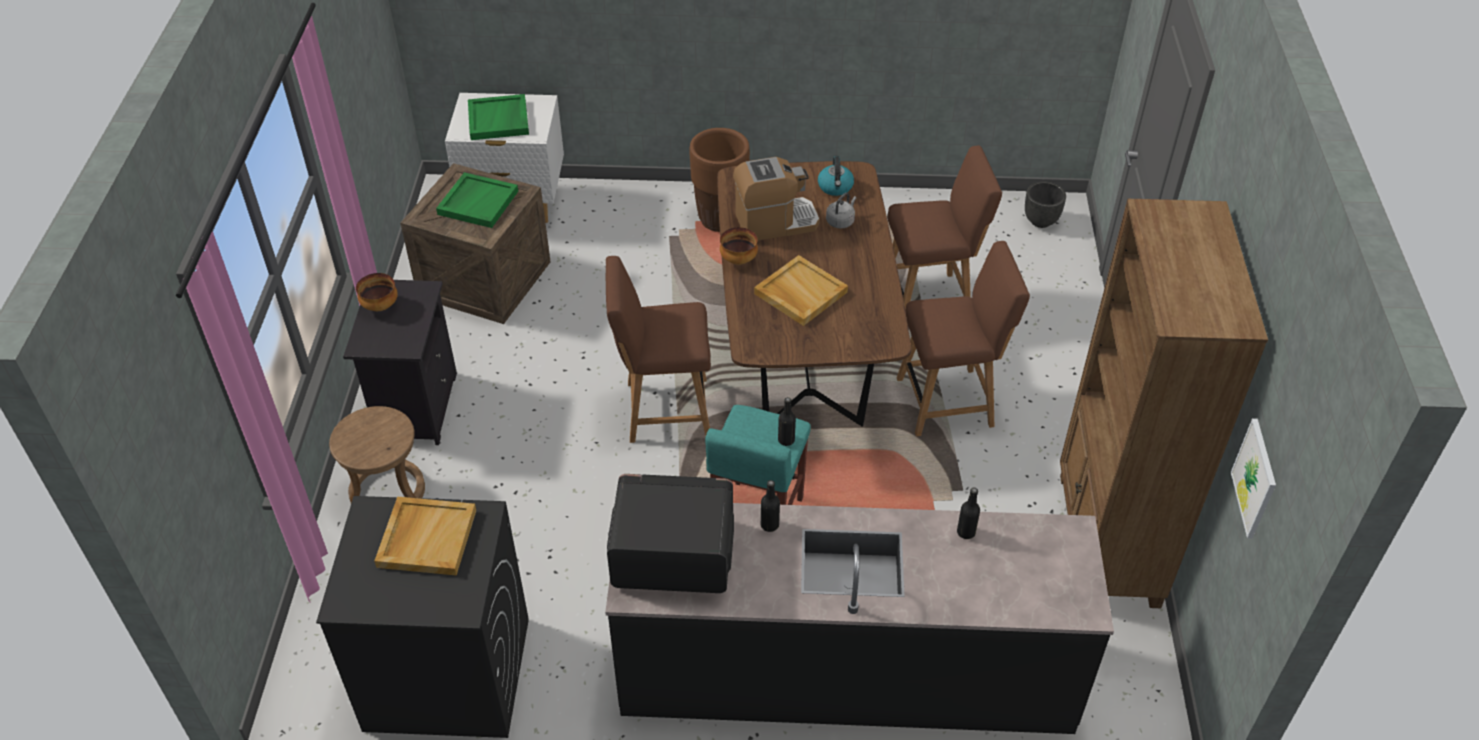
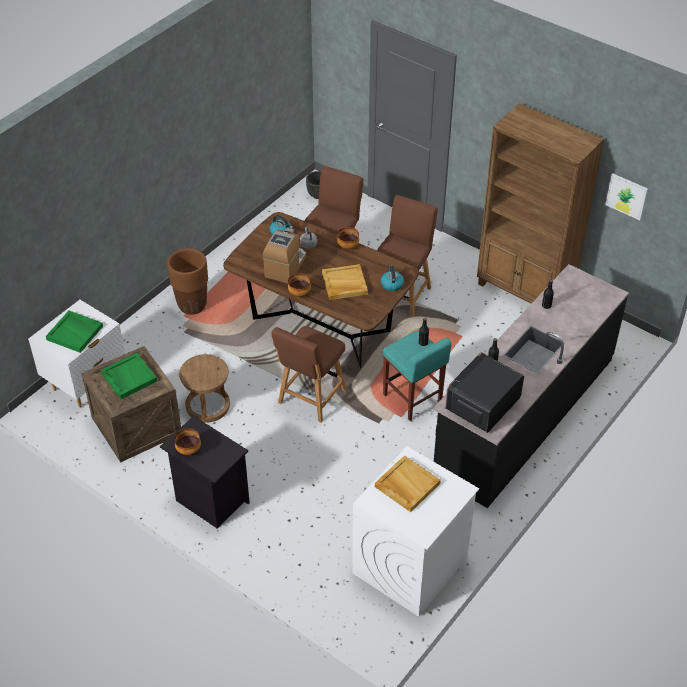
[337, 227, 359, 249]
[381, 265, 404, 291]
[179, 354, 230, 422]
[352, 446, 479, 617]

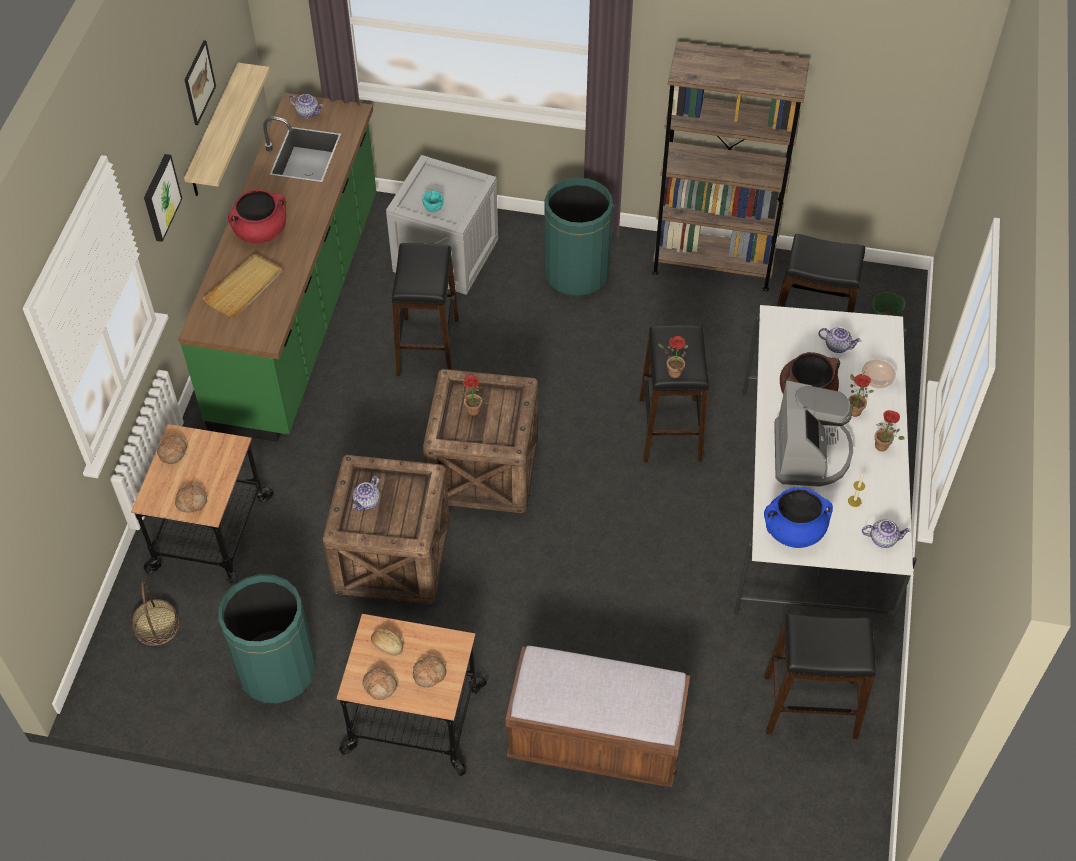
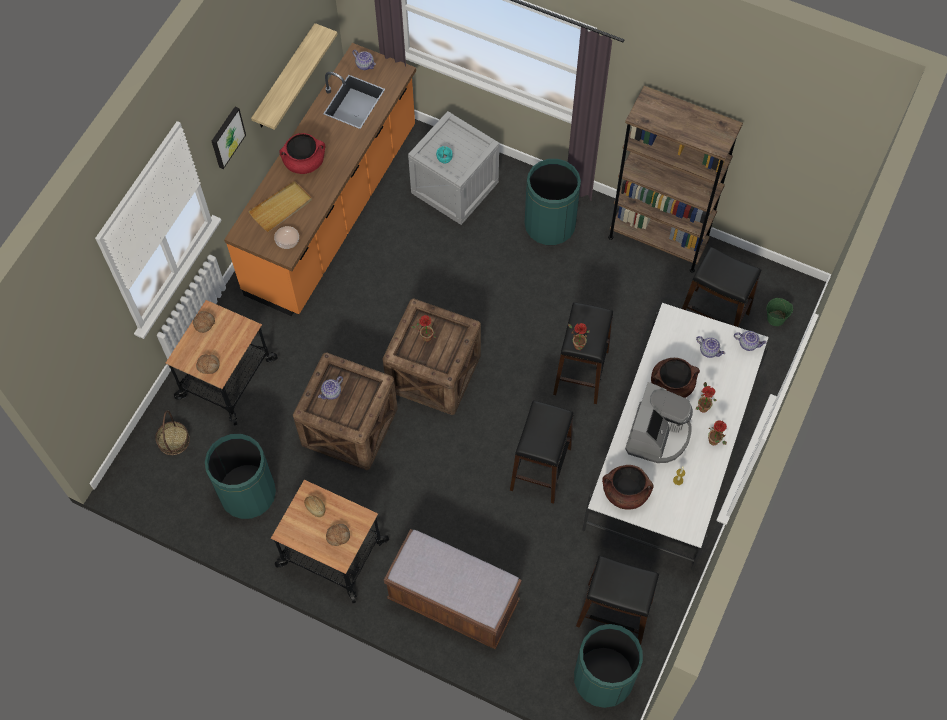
[184, 40, 216, 125] (first image)
[363, 667, 397, 700] (first image)
[574, 624, 643, 708]
[510, 401, 573, 504]
[274, 226, 299, 249]
[734, 331, 767, 351]
[224, 43, 416, 316]
[602, 465, 654, 510]

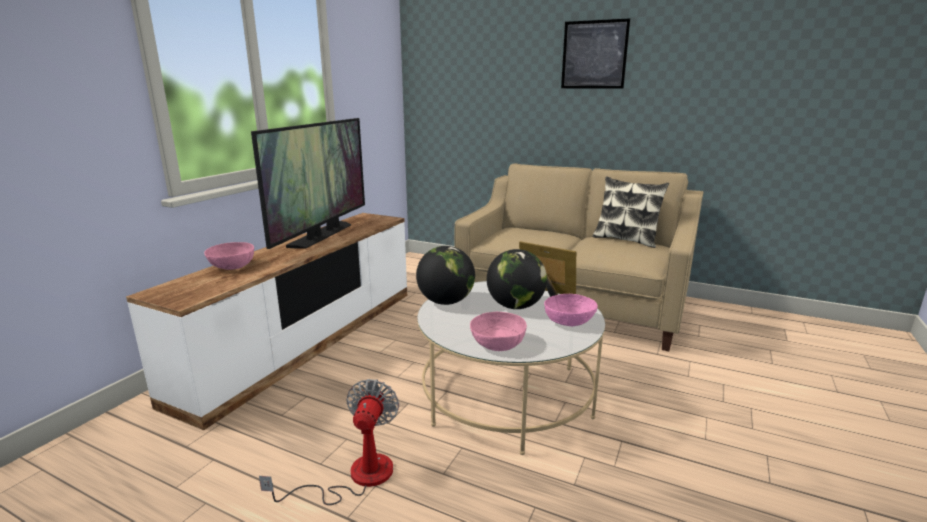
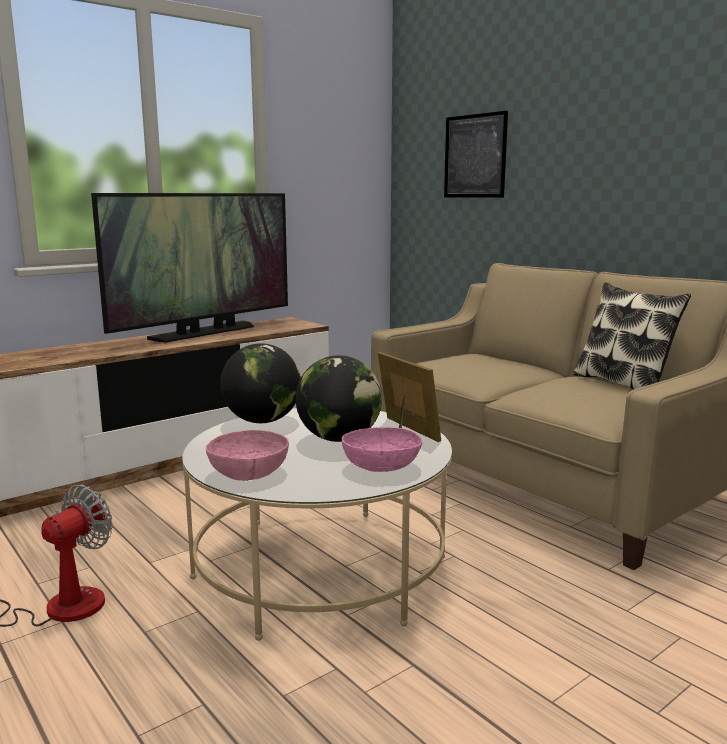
[204, 242, 254, 270] (first image)
[444, 111, 508, 198]

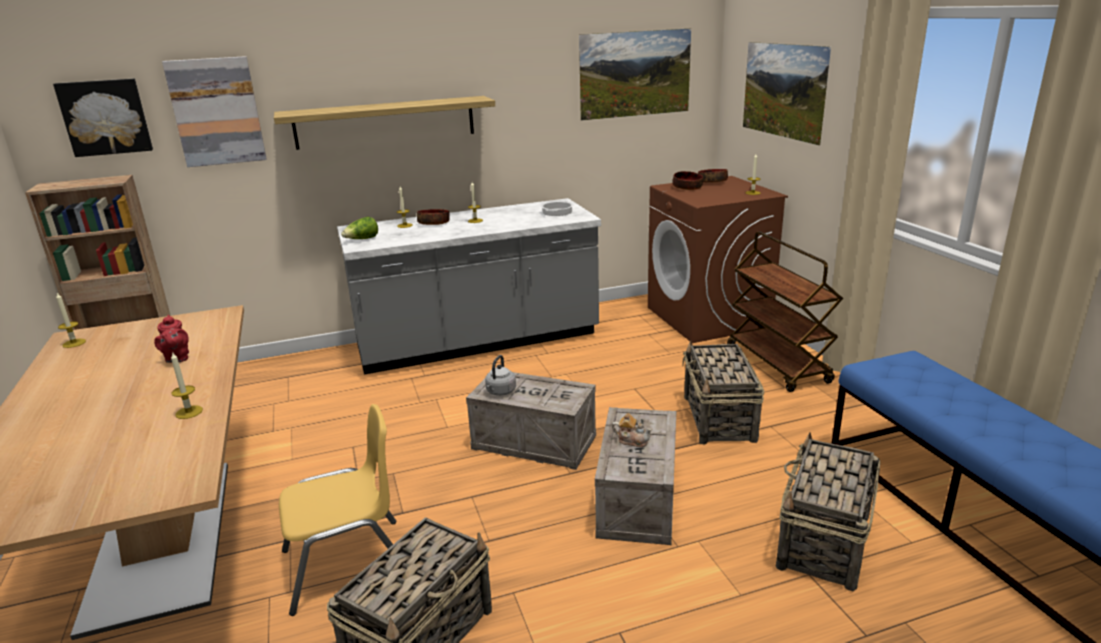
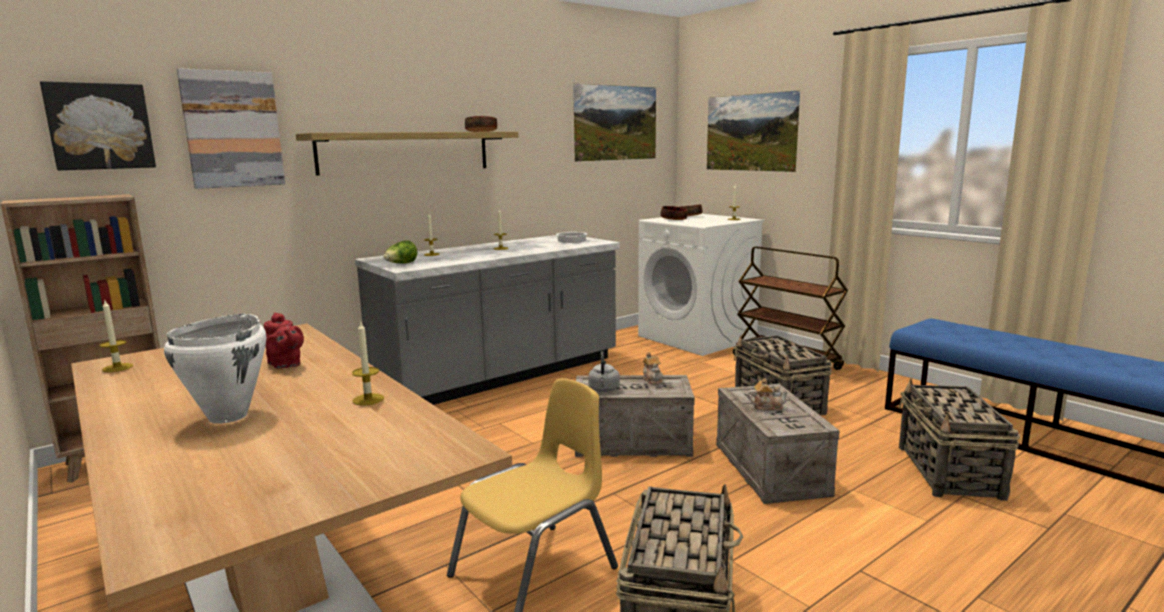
[164, 314, 266, 424]
[643, 352, 663, 384]
[465, 116, 497, 132]
[638, 214, 764, 356]

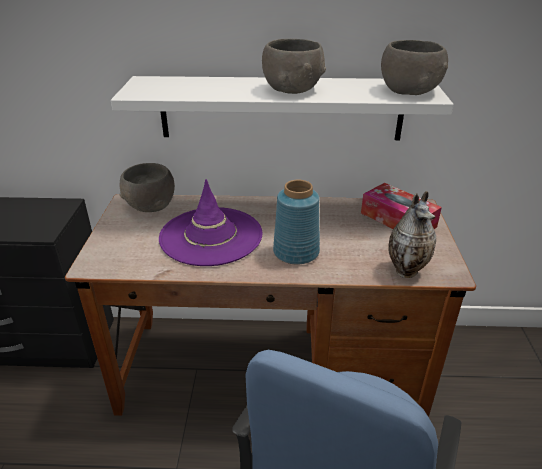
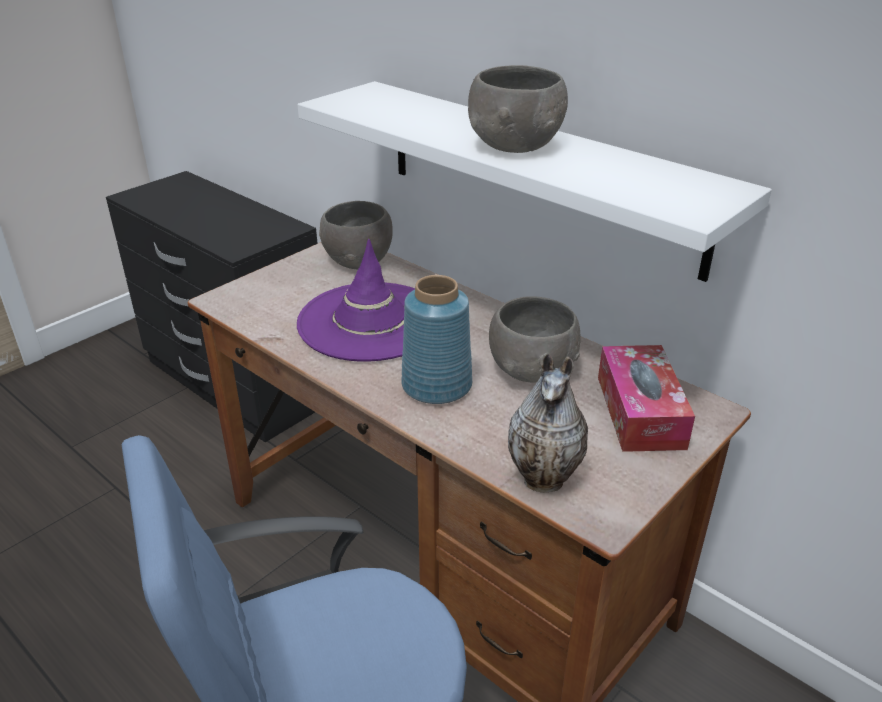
[489, 296, 581, 383]

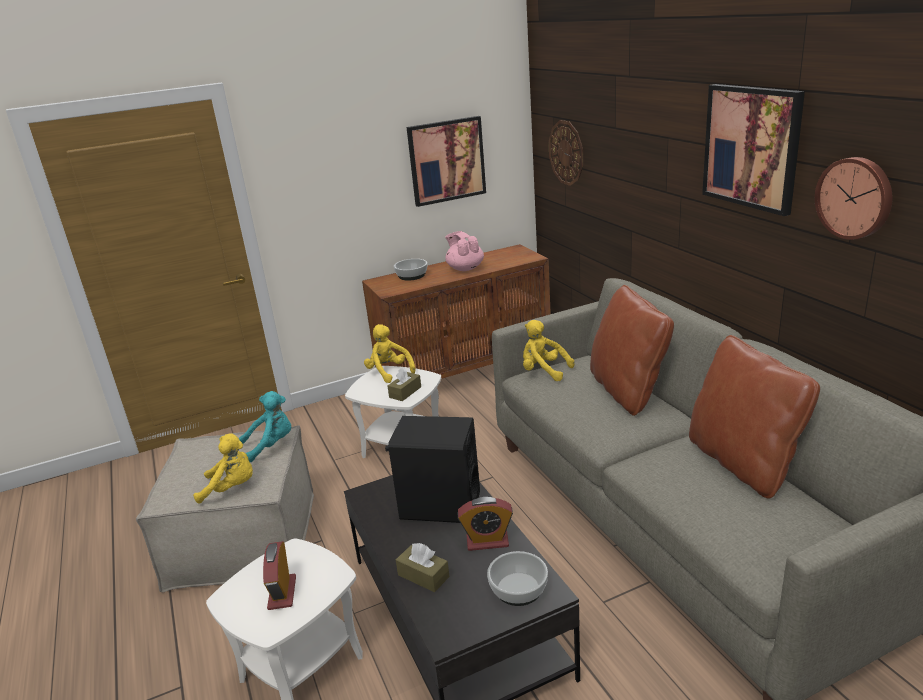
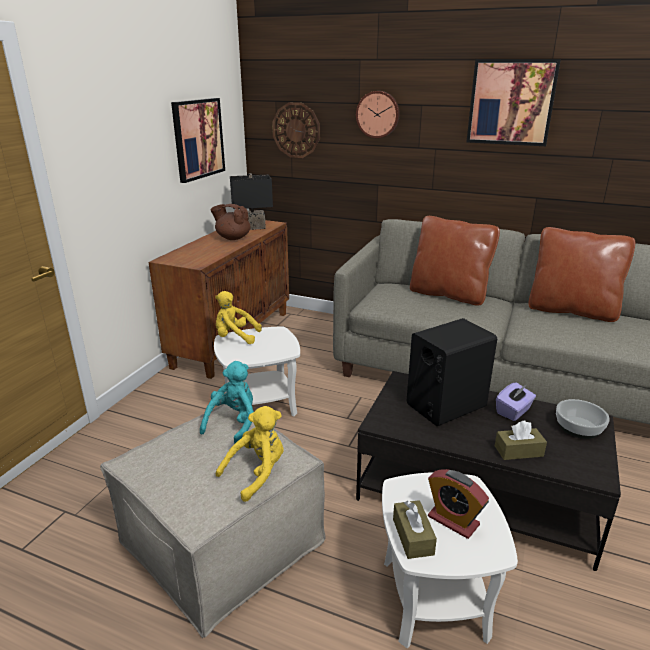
[394, 259, 427, 280] (first image)
[523, 320, 574, 381] (first image)
[230, 173, 273, 230]
[393, 500, 437, 559]
[356, 91, 400, 138]
[496, 382, 536, 421]
[210, 204, 251, 240]

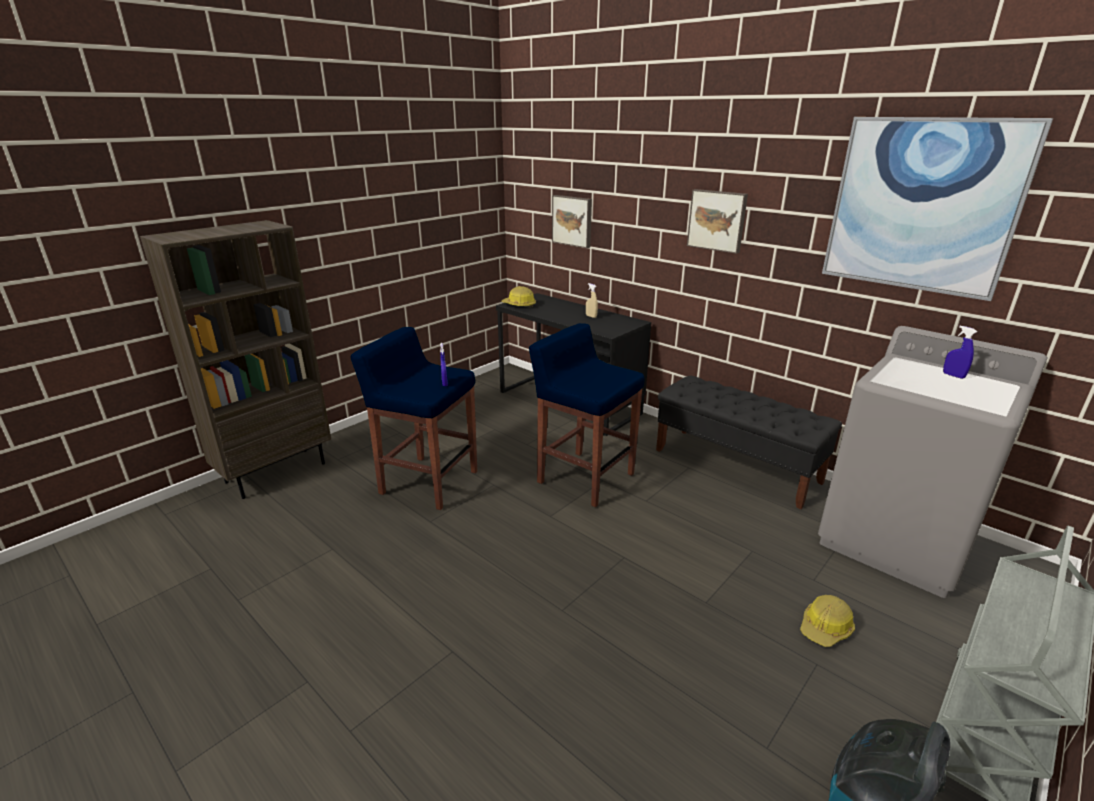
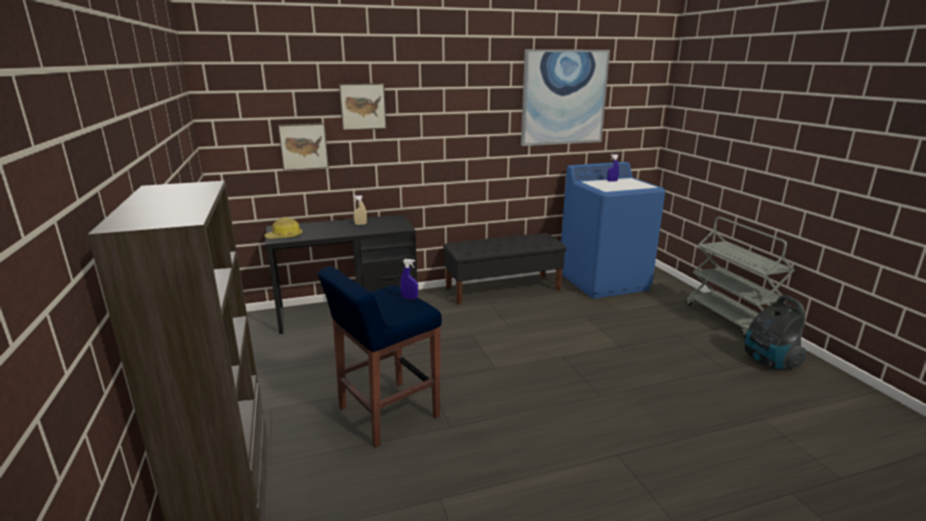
[529, 323, 644, 507] (first image)
[800, 595, 855, 647] (first image)
[339, 83, 386, 130]
[561, 162, 665, 299]

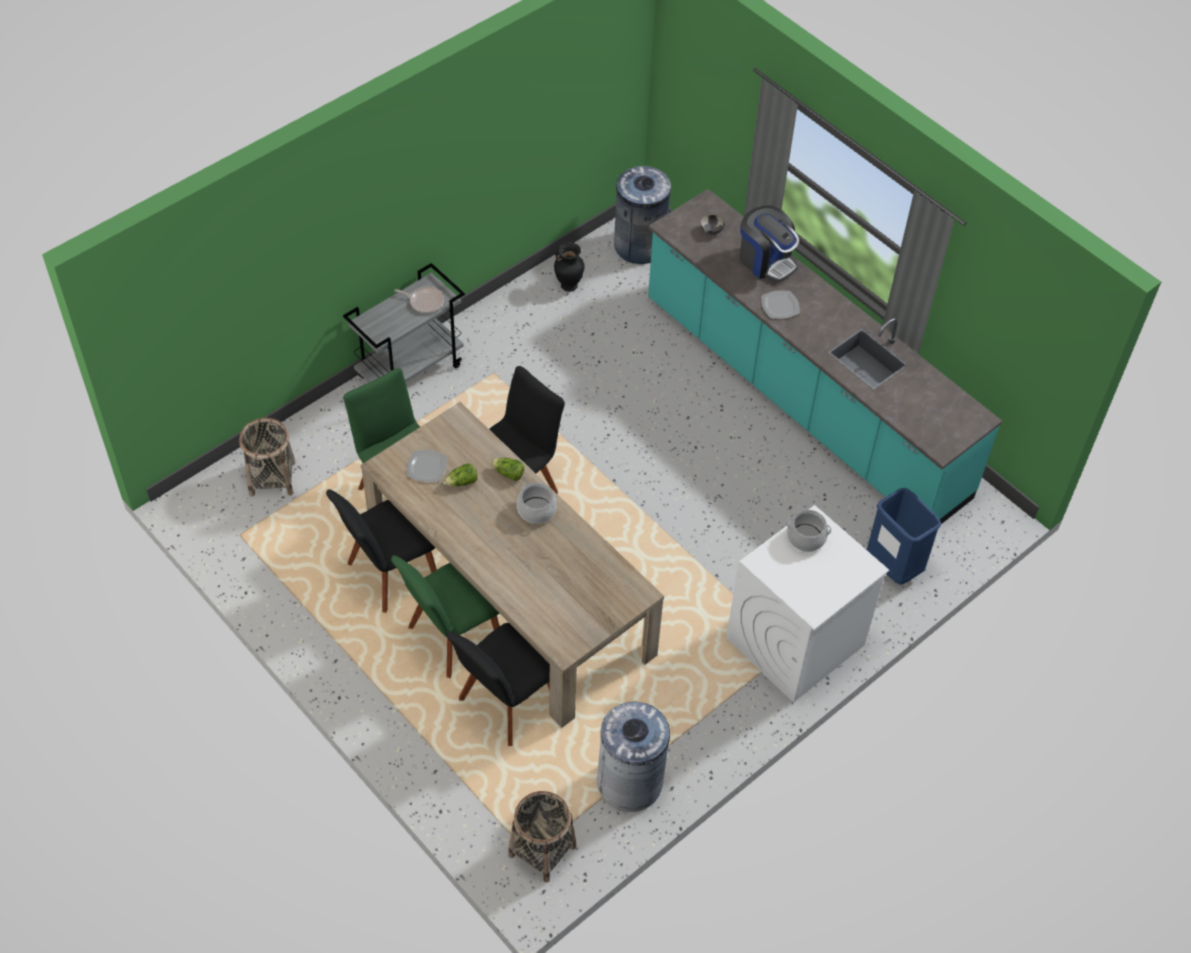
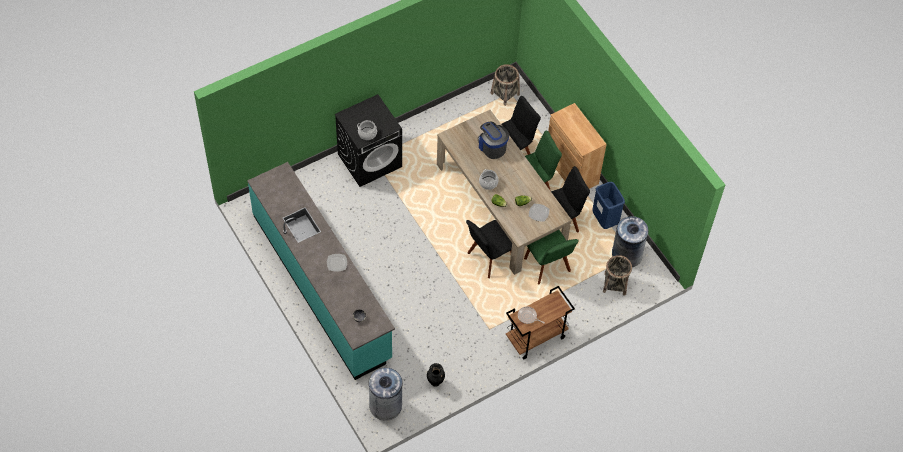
[548, 103, 607, 189]
[612, 216, 648, 267]
[478, 121, 509, 159]
[592, 182, 625, 229]
[506, 286, 575, 359]
[335, 94, 402, 187]

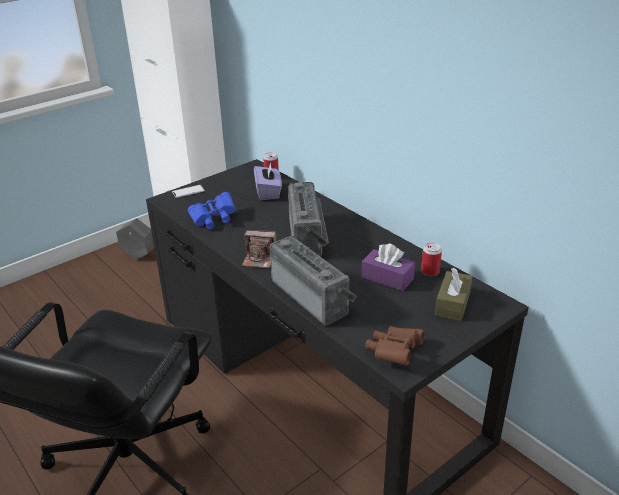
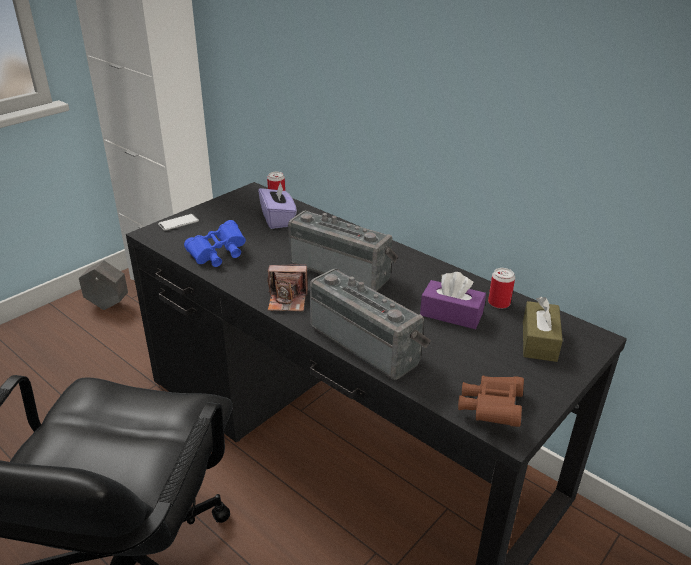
[288, 210, 398, 291]

